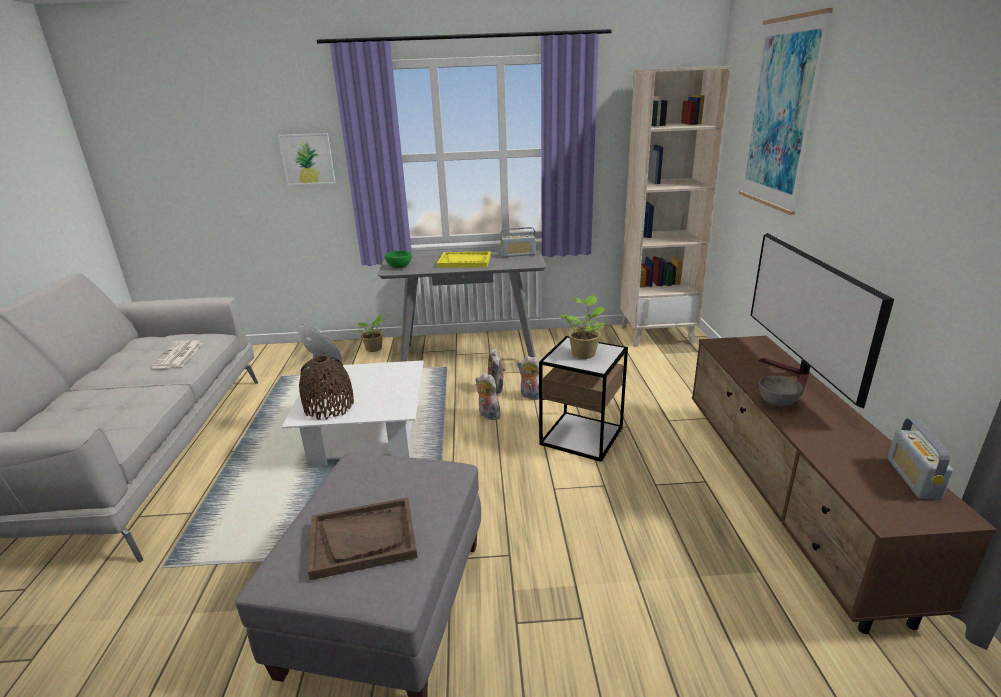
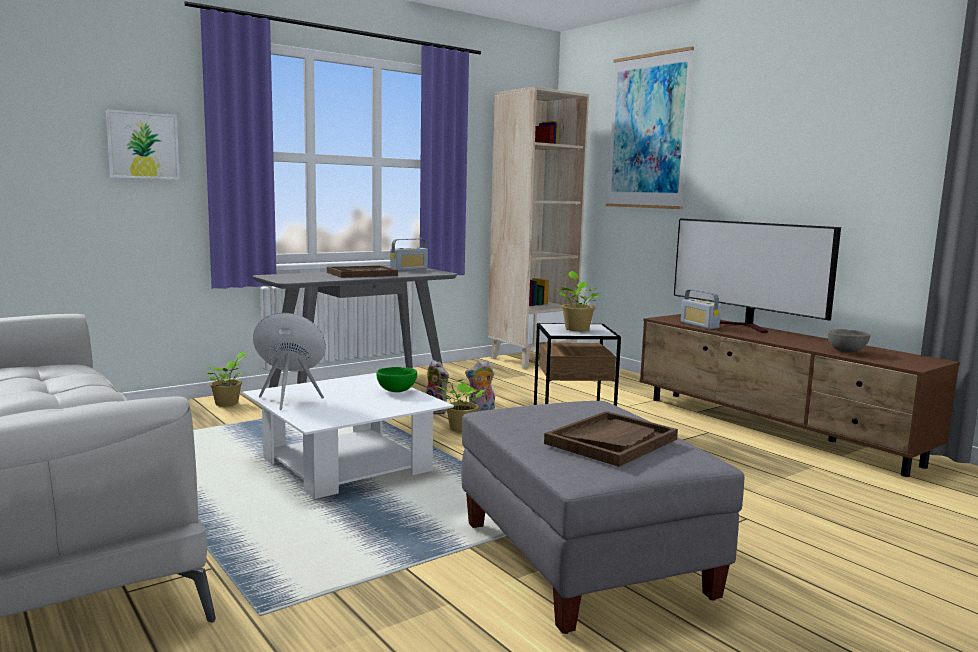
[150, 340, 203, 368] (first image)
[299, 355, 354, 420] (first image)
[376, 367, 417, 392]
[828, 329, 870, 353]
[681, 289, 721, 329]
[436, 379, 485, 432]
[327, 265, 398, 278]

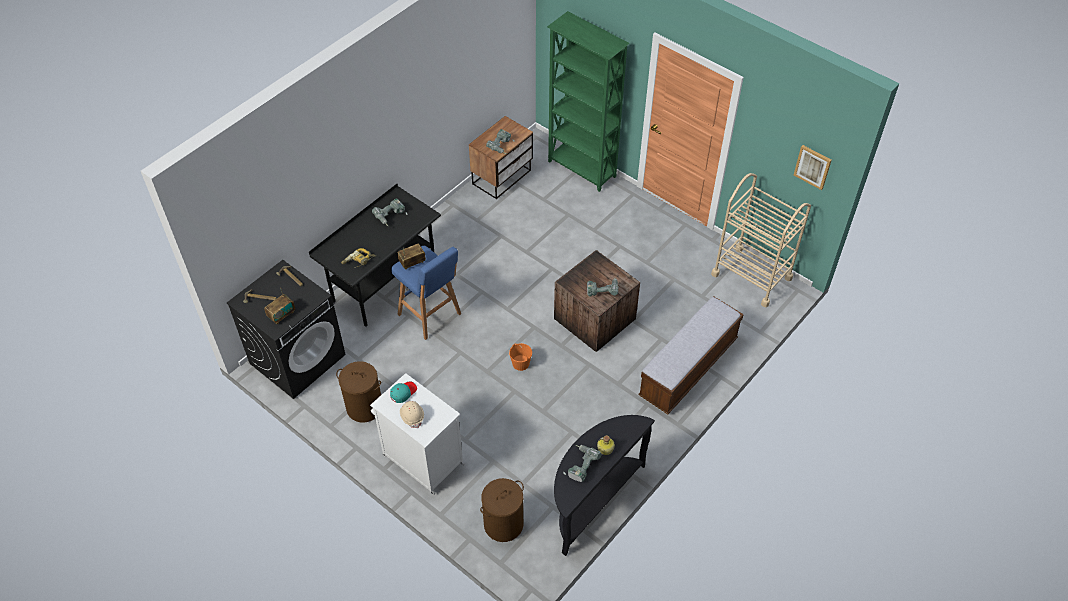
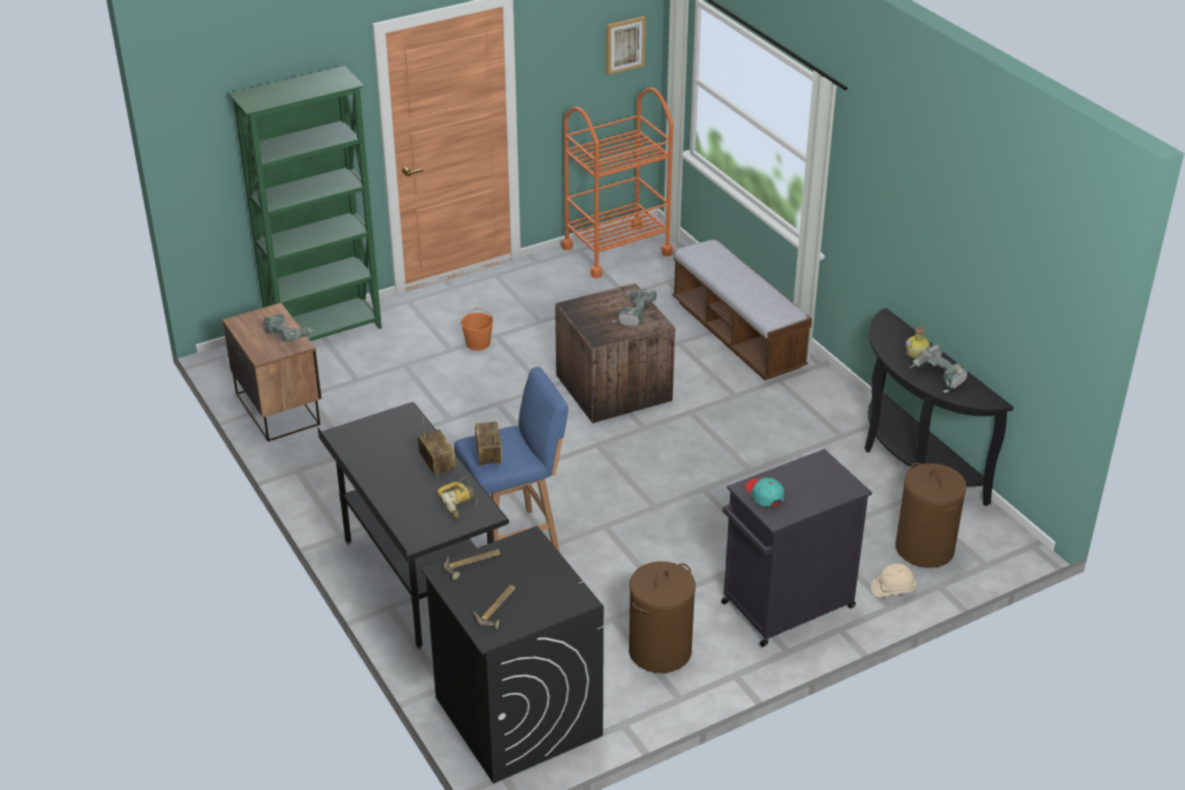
[372, 198, 408, 226] (first image)
[418, 416, 456, 477]
[871, 563, 916, 597]
[461, 308, 493, 351]
[721, 449, 872, 647]
[562, 87, 673, 278]

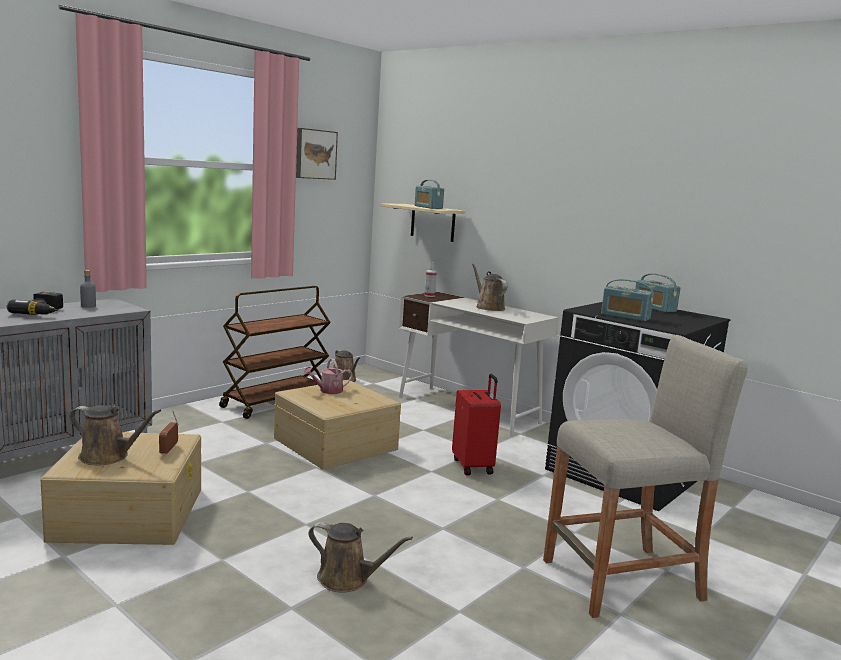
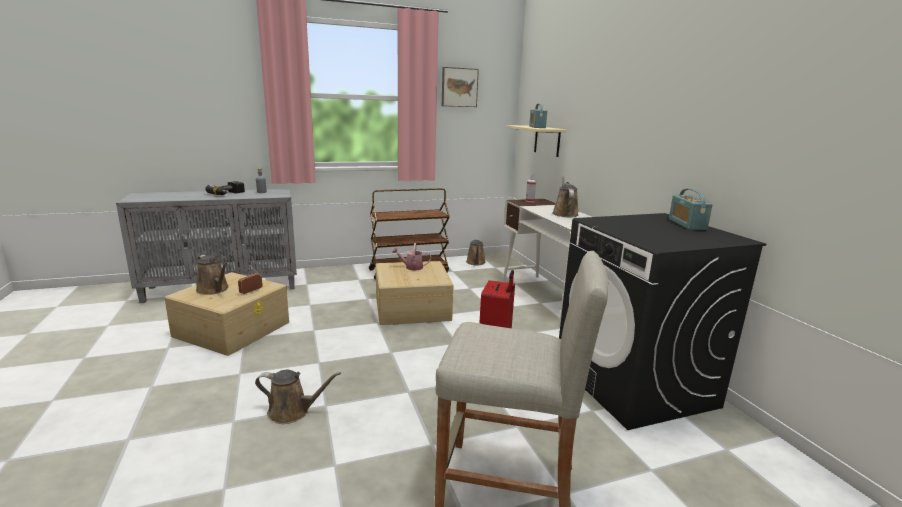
[601, 279, 654, 321] (first image)
[255, 370, 341, 424]

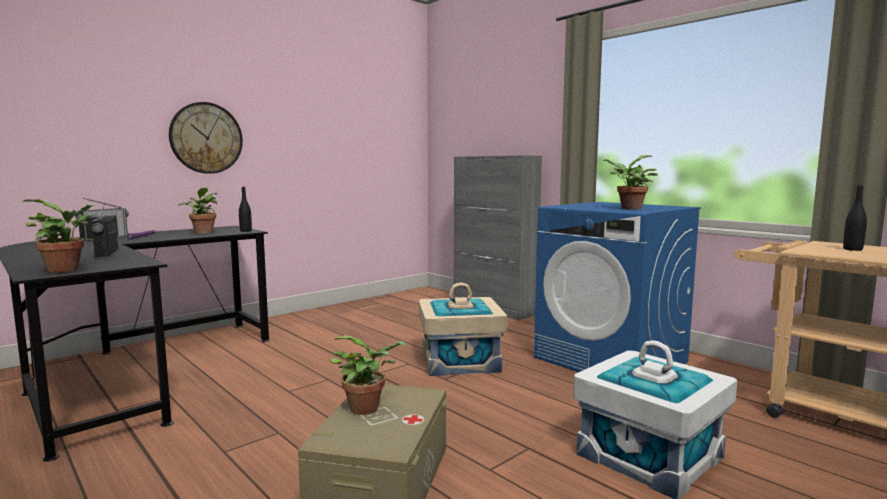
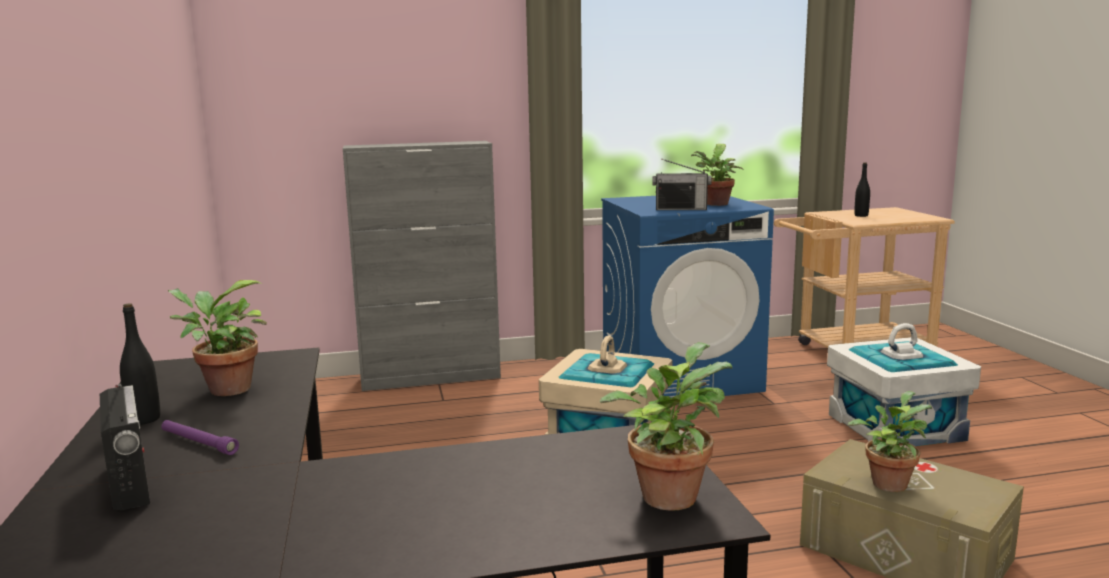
[169, 102, 243, 174] (first image)
[652, 159, 712, 210]
[120, 303, 160, 425]

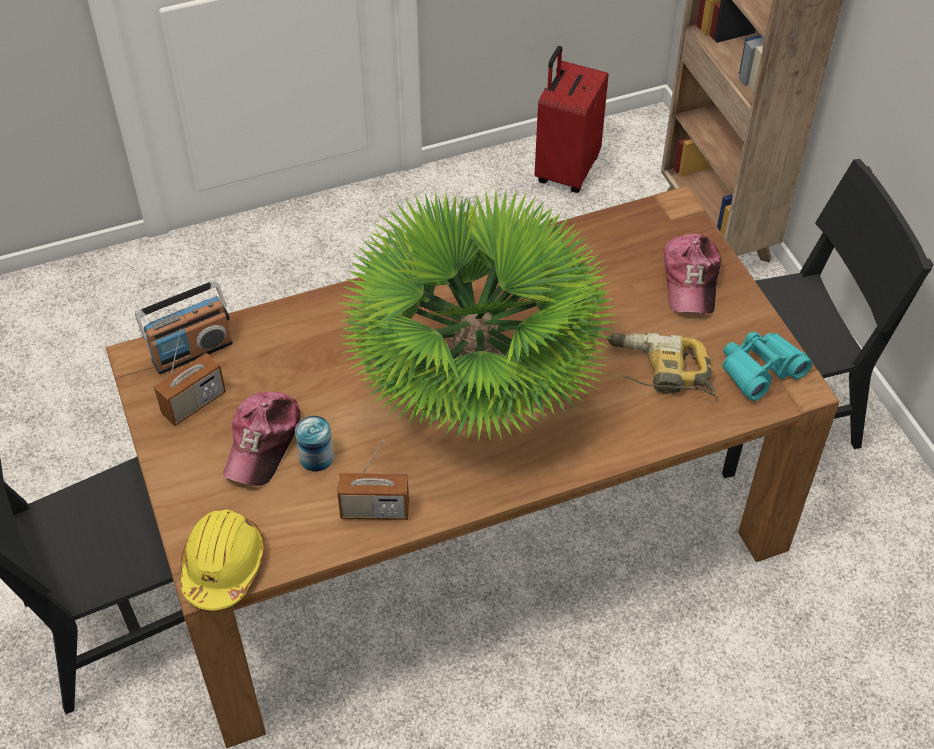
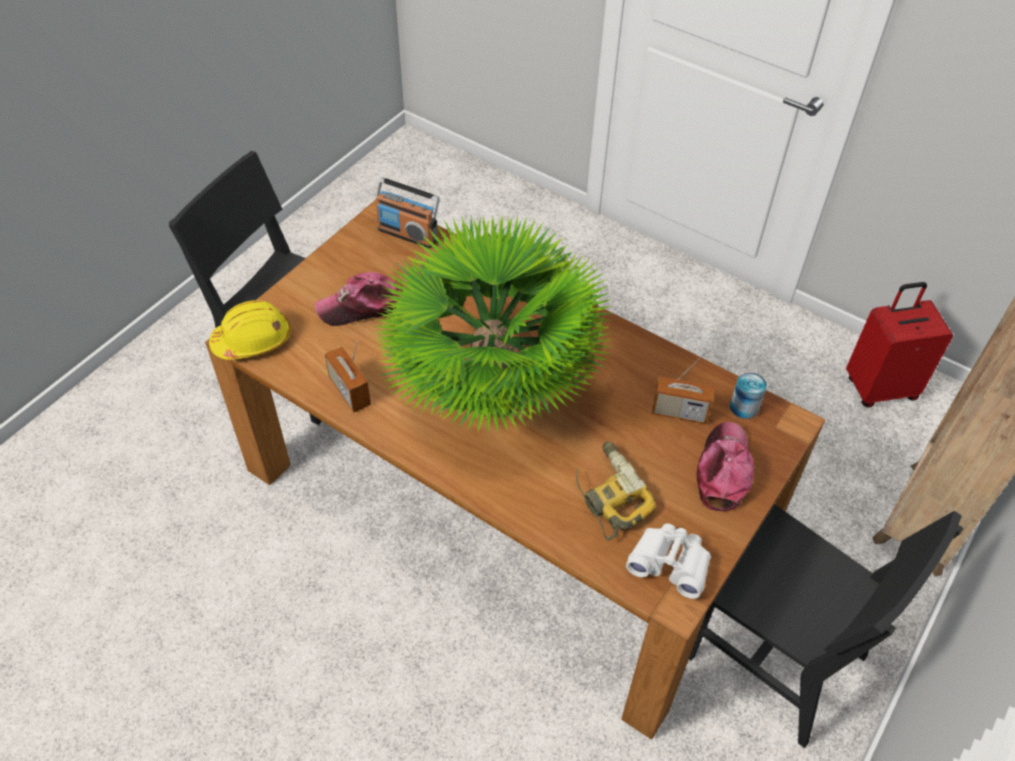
[652, 354, 714, 424]
[730, 372, 767, 419]
[626, 523, 711, 599]
[697, 422, 754, 511]

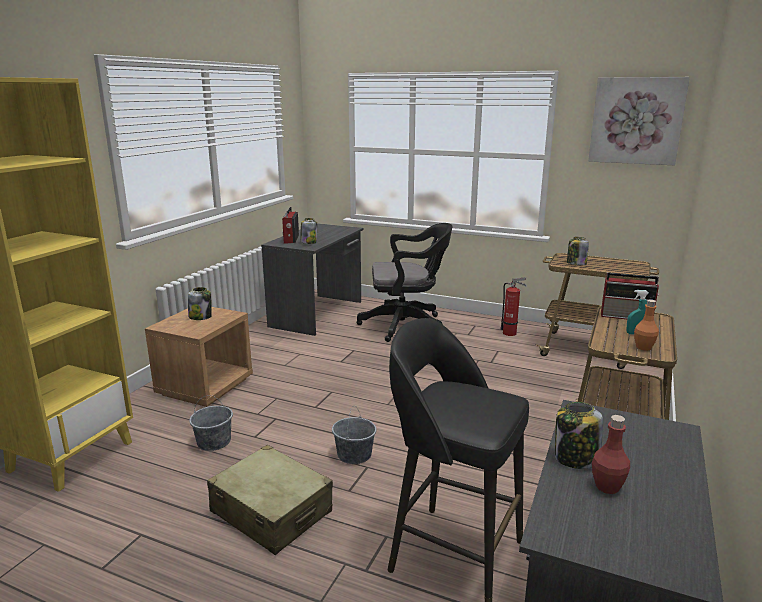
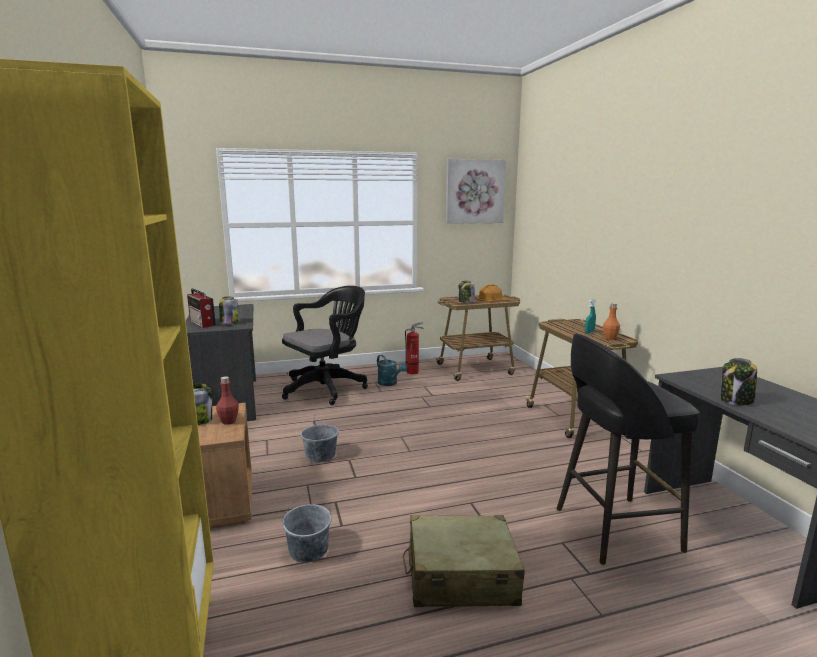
[601, 272, 659, 319] (first image)
[377, 355, 407, 386]
[477, 285, 509, 302]
[301, 416, 339, 462]
[216, 376, 239, 425]

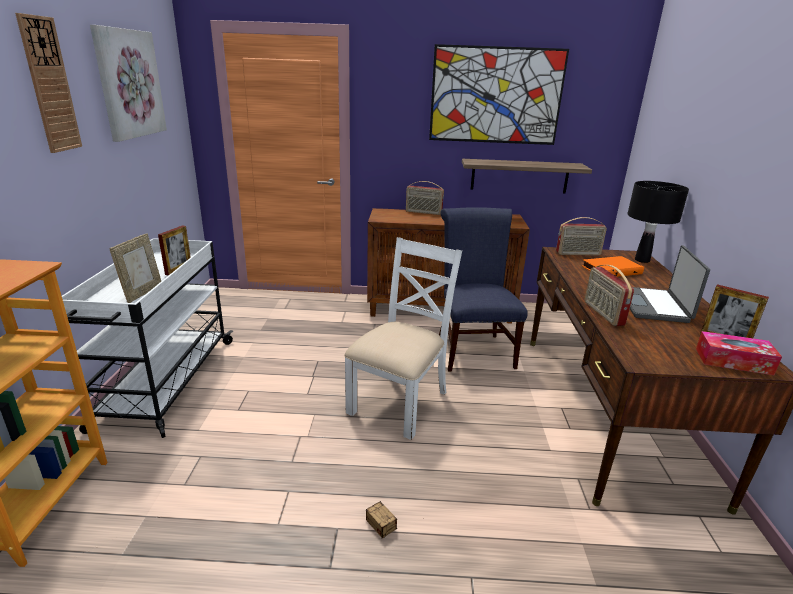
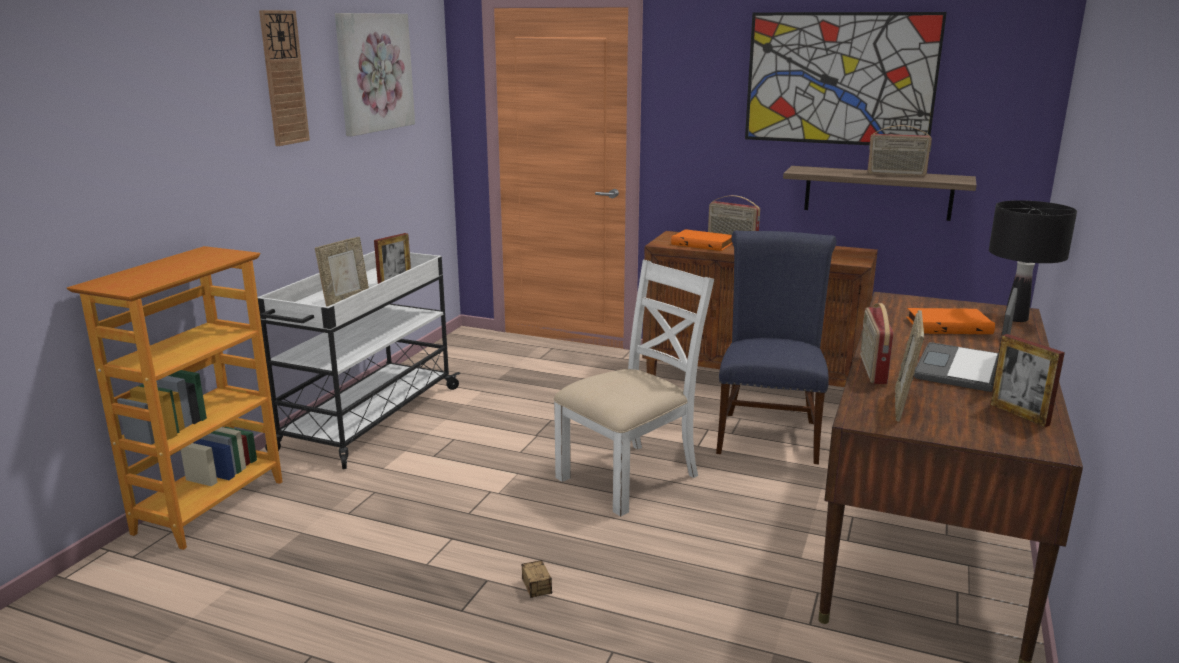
[696, 331, 782, 375] (first image)
[671, 229, 733, 251]
[895, 310, 924, 422]
[868, 125, 932, 176]

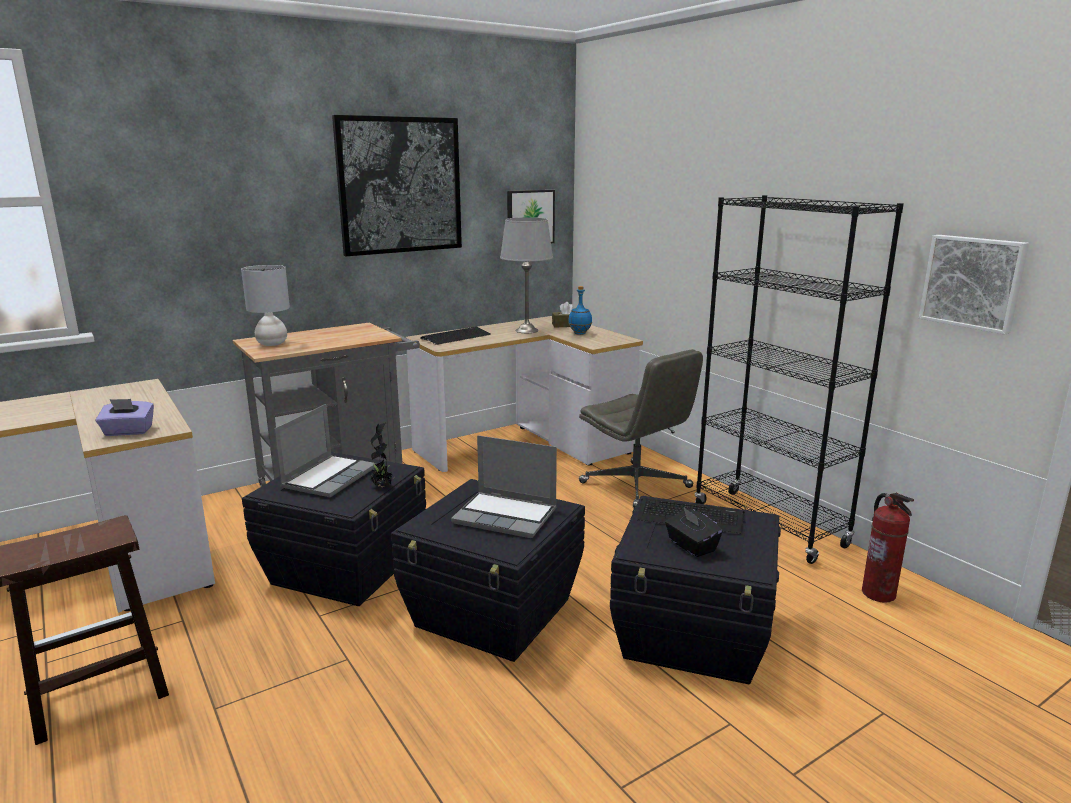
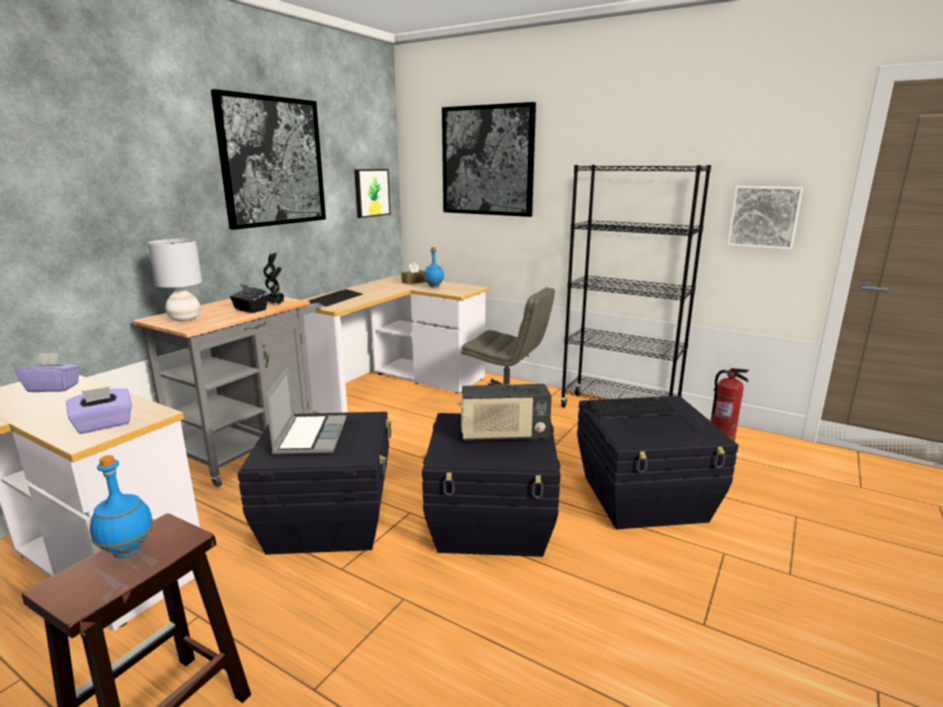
[500, 217, 553, 333] (first image)
[15, 353, 81, 392]
[90, 455, 153, 558]
[442, 102, 536, 217]
[263, 253, 284, 305]
[230, 284, 268, 313]
[461, 384, 552, 442]

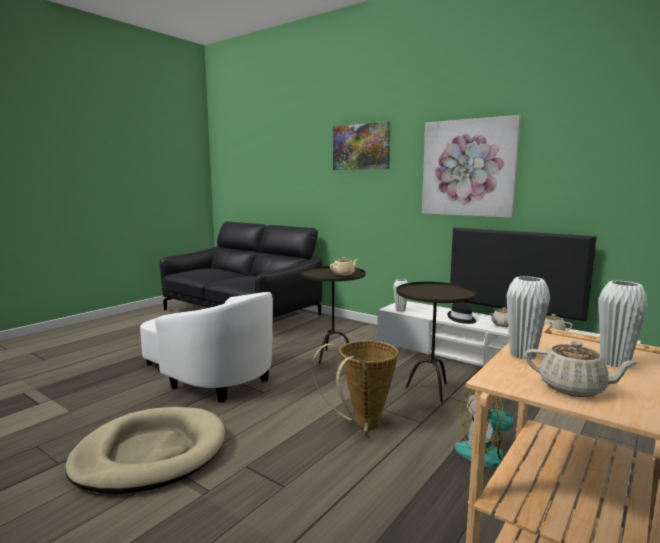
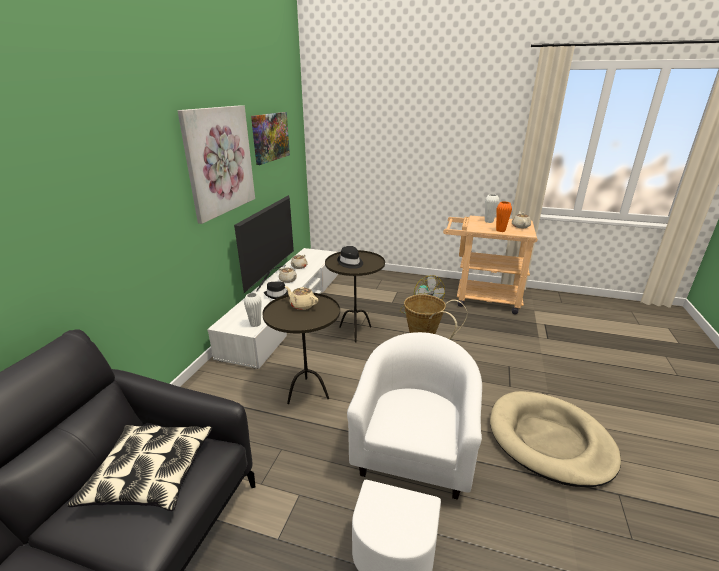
[68, 425, 212, 511]
[337, 246, 363, 269]
[251, 112, 290, 165]
[496, 201, 512, 232]

